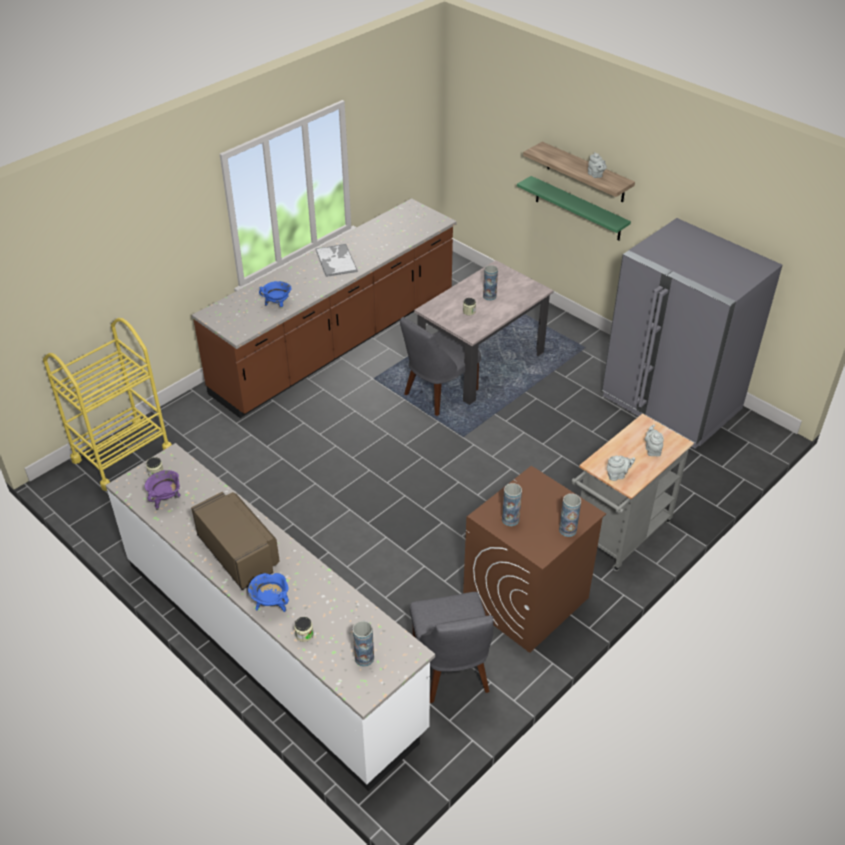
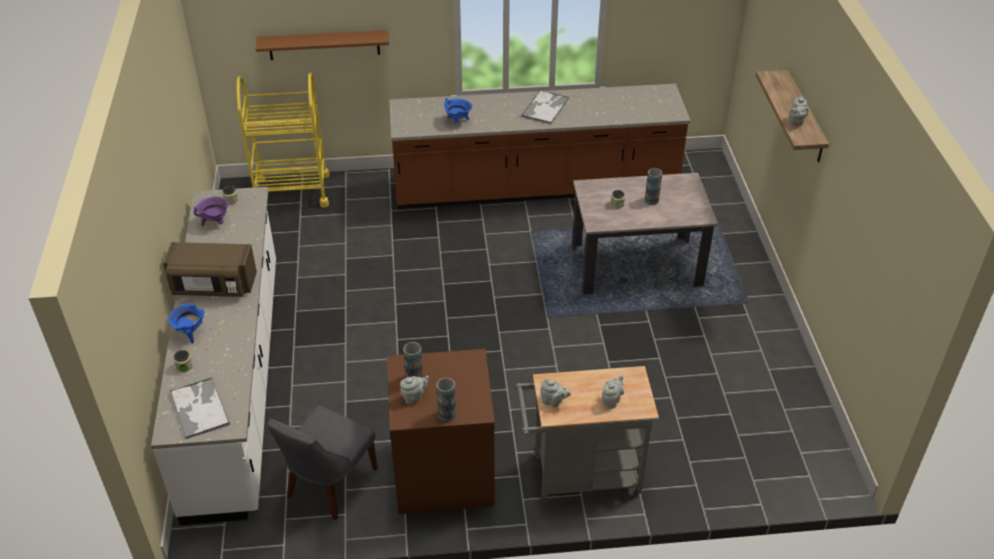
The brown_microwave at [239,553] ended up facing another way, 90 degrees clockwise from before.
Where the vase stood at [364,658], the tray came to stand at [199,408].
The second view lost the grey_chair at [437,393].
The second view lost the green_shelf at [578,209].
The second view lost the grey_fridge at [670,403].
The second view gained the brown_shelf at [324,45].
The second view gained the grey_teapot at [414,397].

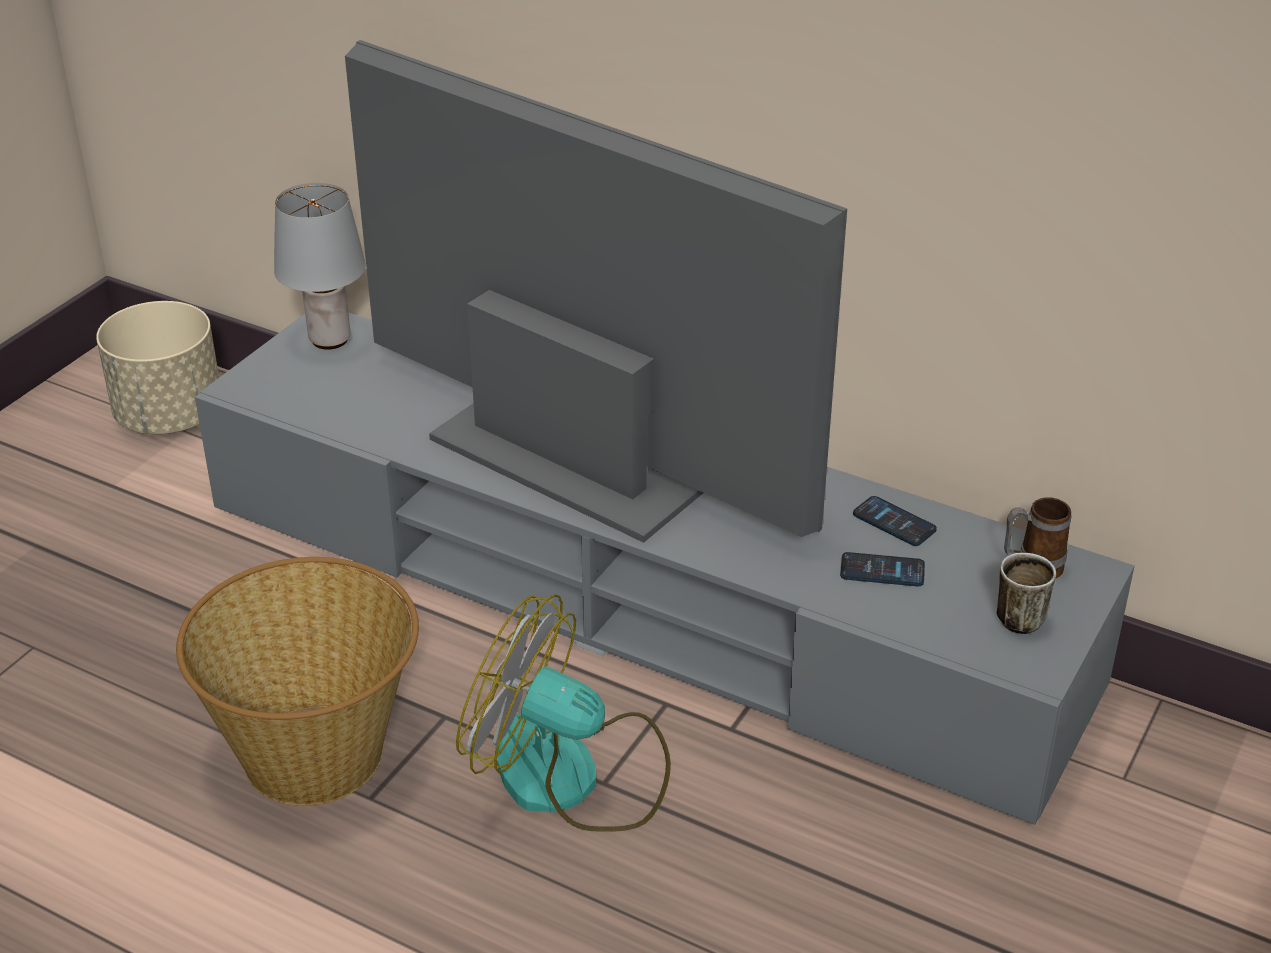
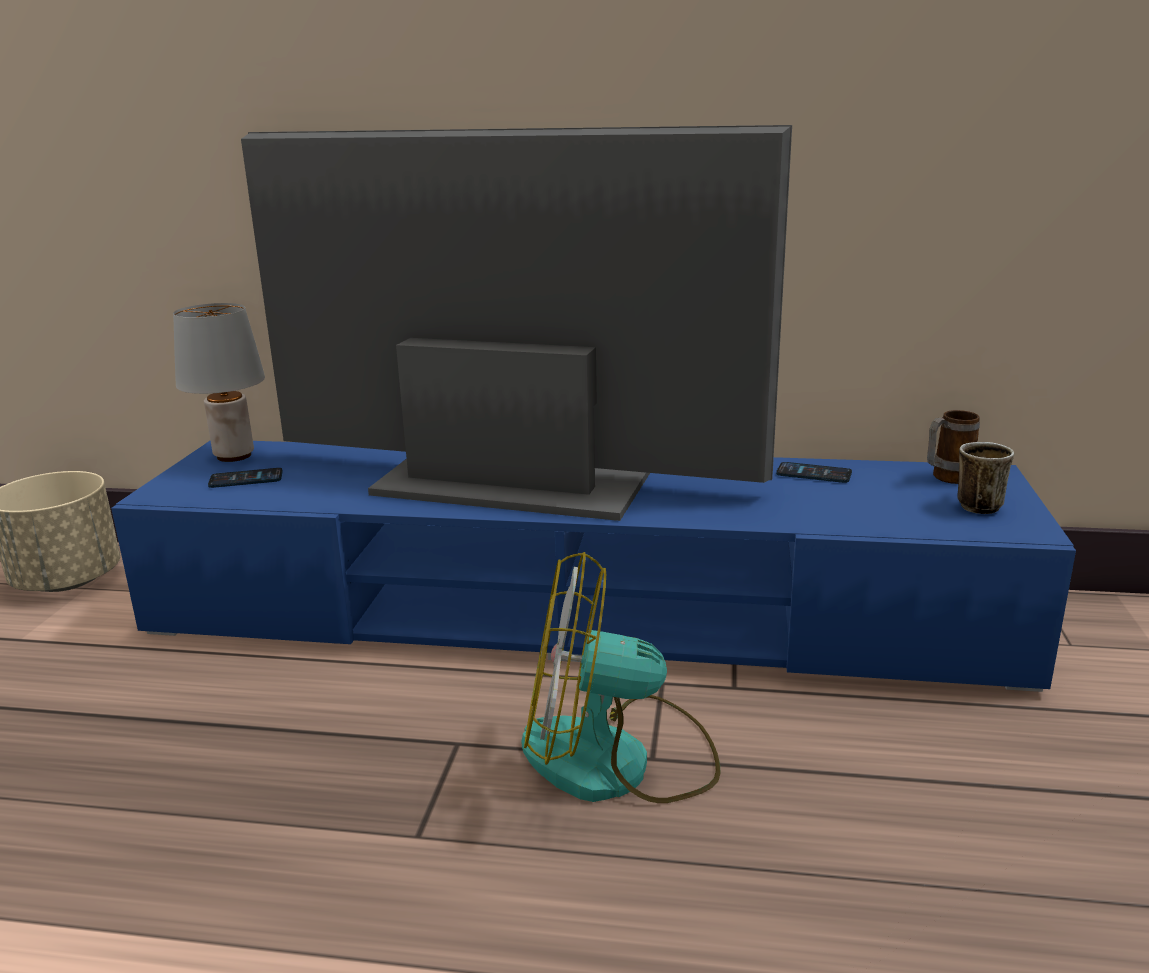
The second view lost the basket at [316,753].
What was the grey_tv_stand at [637,597] turned into the blue_tv_stand at [579,615].
The phone ended up elsewhere, having gone from [882,571] to [246,479].

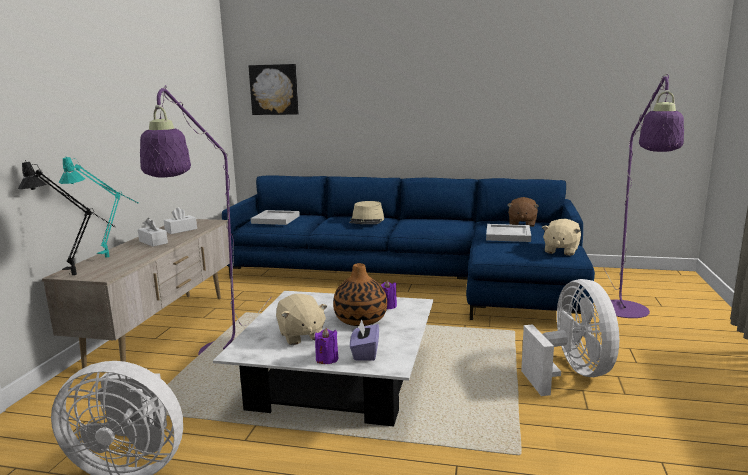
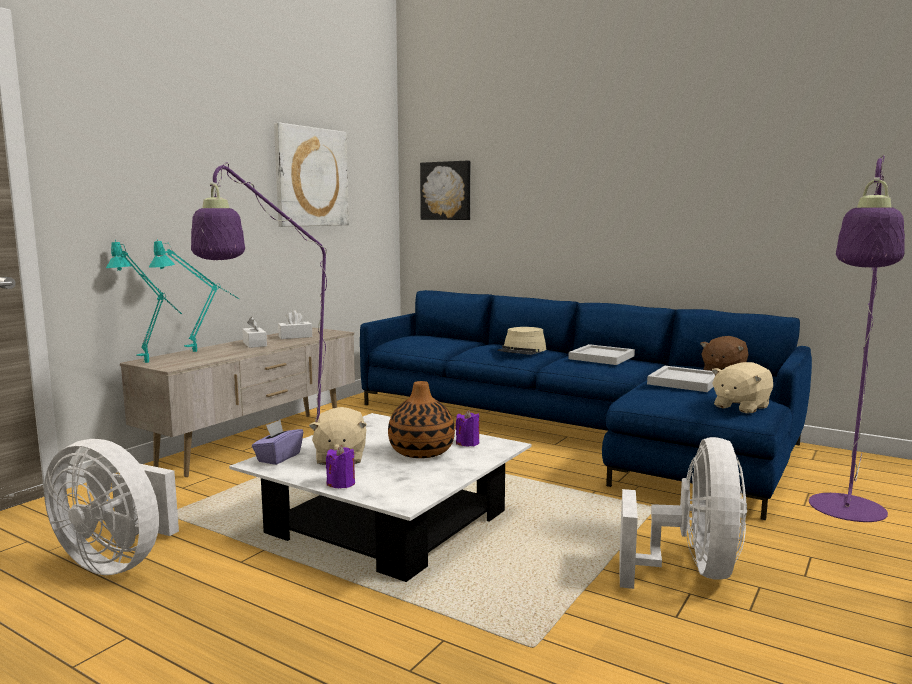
What was the black_table_lamp at [80,276] turned into the turquoise_table_lamp at [151,365].
The white_tray ended up elsewhere, having gone from [275,219] to [600,357].
The purple_tissue_box ended up elsewhere, having gone from [365,353] to [278,458].
The second view gained the picture at [311,177].

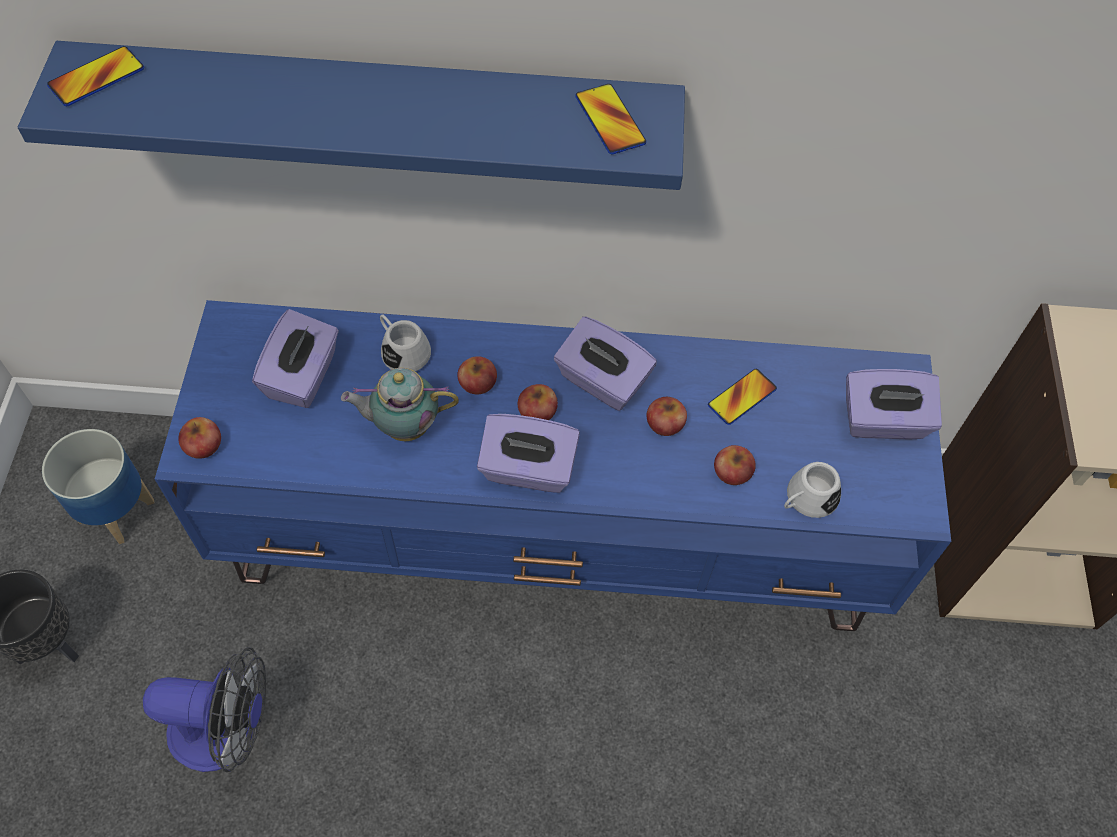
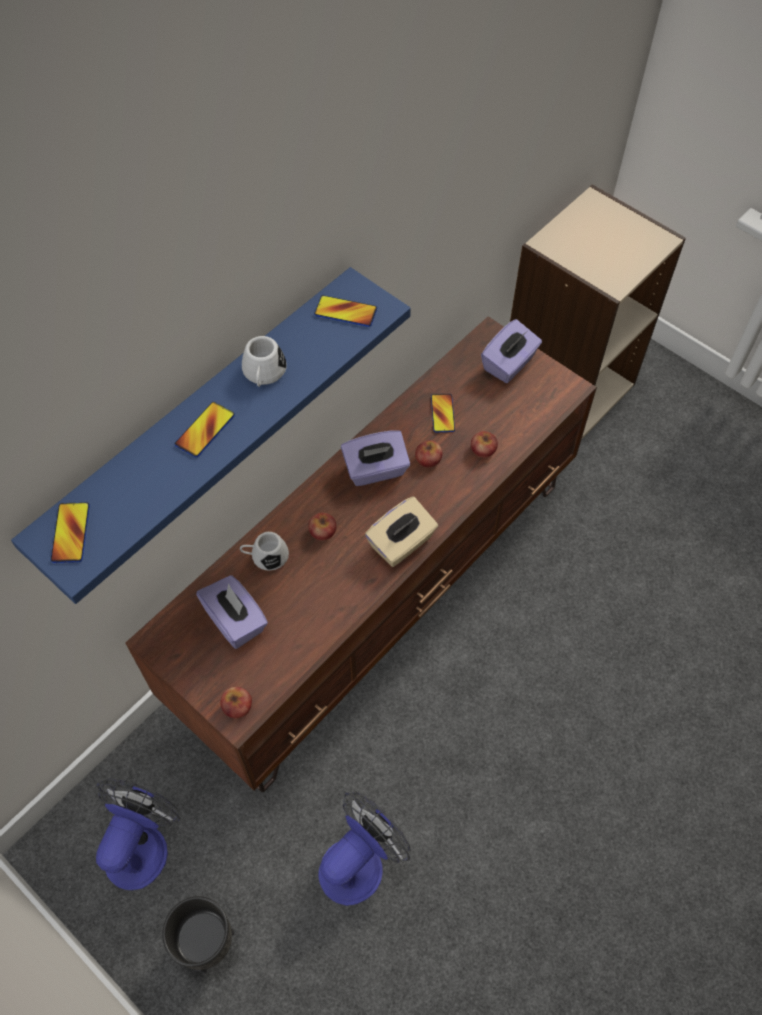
Where the planter stood at [116,511], the fan came to stand at [141,843].
What was the blue_tv_stand at [555,536] turned into the brown_tv_stand at [380,592].
The second view lost the teapot at [403,426].
What was the purple_tissue_box at [527,469] turned into the beige_tissue_box at [401,543].
The second view lost the apple at [537,411].
The white_mug ended up elsewhere, having gone from [806,500] to [263,374].
The second view gained the phone at [205,430].

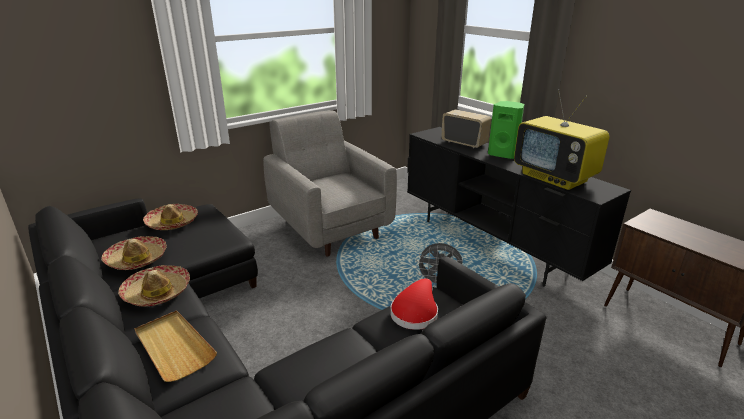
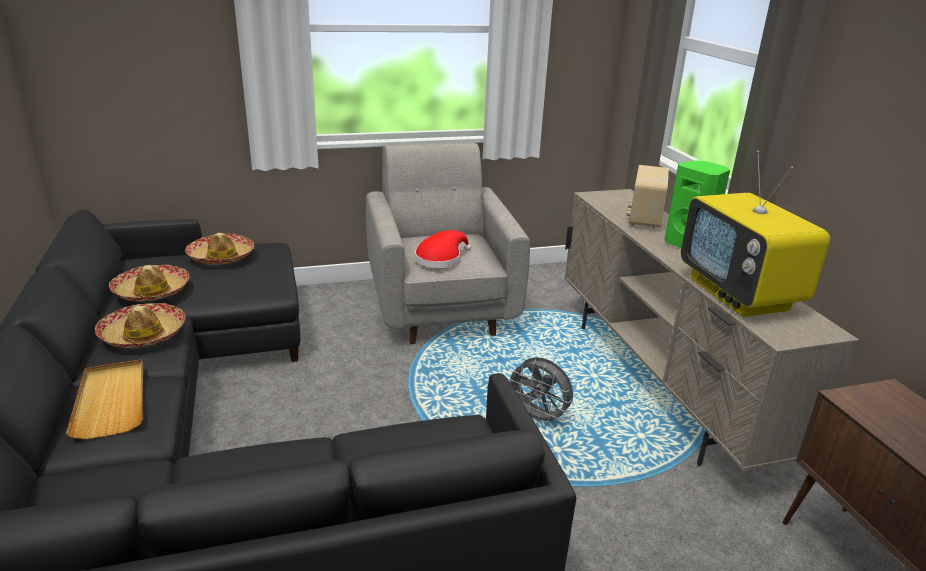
The red_hat ended up elsewhere, having gone from [415,312] to [440,259].
What was the black_tv_stand at [493,245] turned into the beige_tv_stand at [660,384].
The radio at [464,143] ended up facing another way, 135 degrees counterclockwise from before.

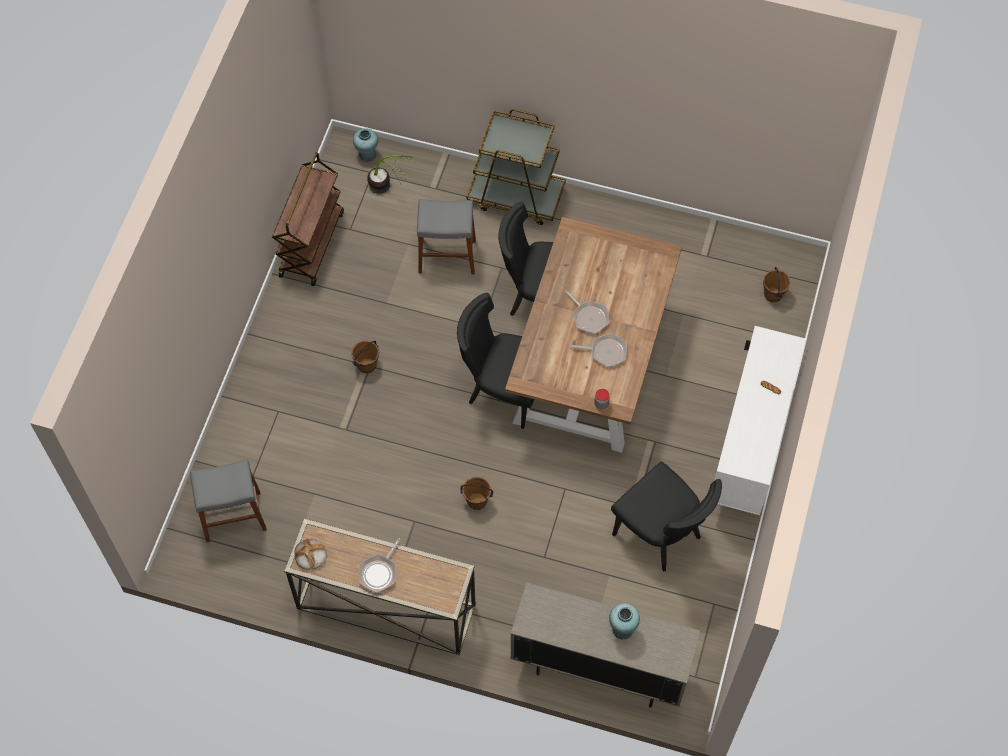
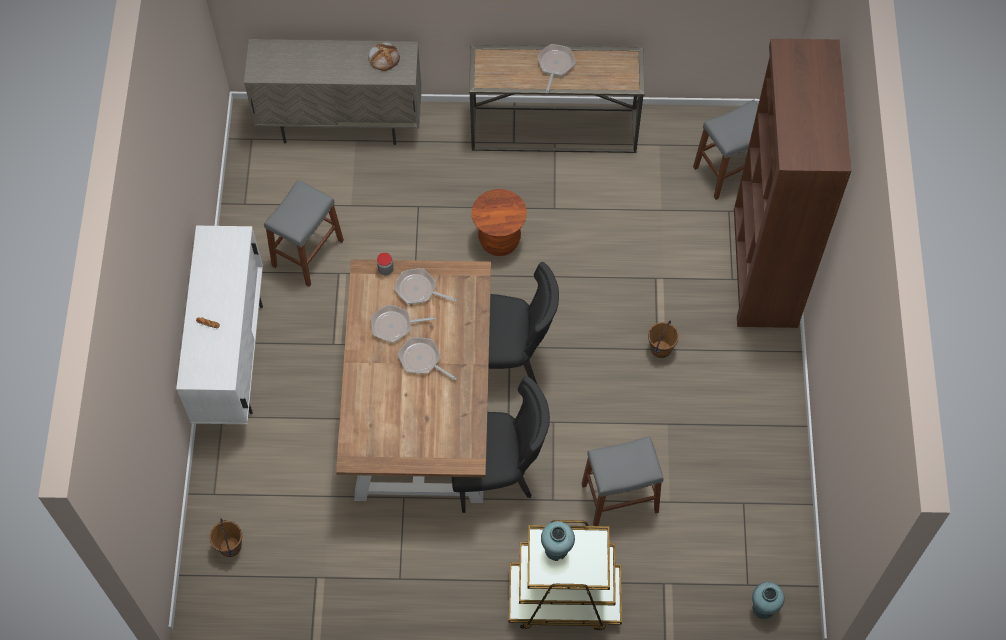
The second view lost the brown_cart at [311,243].
The bread ended up elsewhere, having gone from [310,555] to [384,57].
The second view lost the potted_plant at [390,190].
Where the brown_bucket stood at [477,501], the brown_stool came to stand at [499,241].
The turquoise_vase ended up elsewhere, having gone from [622,629] to [556,549].
Where the black_chair stood at [661,535], the grey_stool came to stand at [308,253].
The second view gained the frying_pan at [419,290].
The second view gained the brown_bookcase at [763,268].

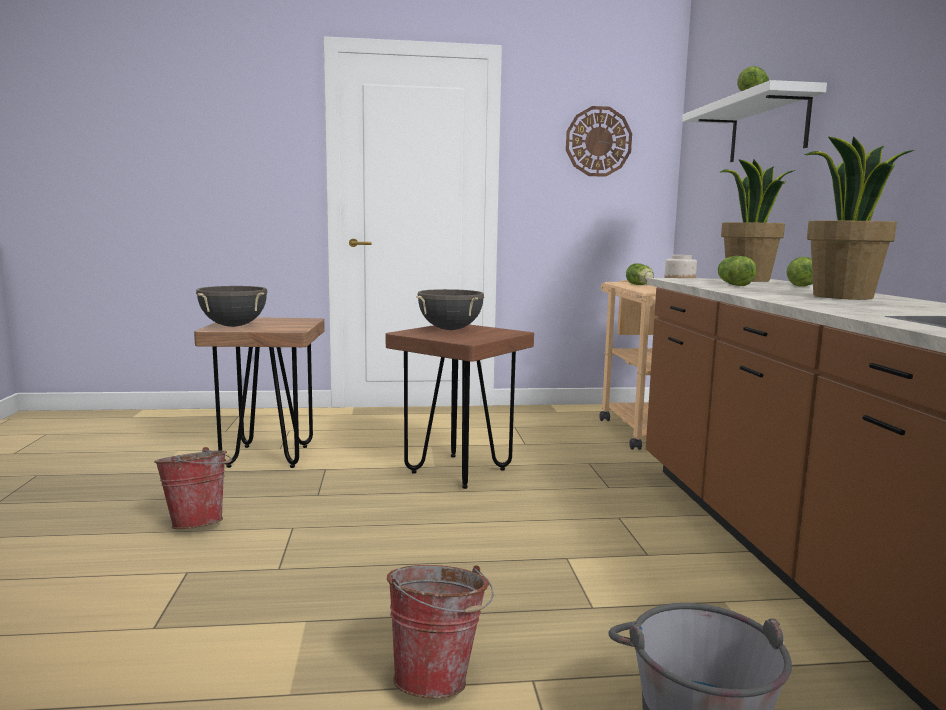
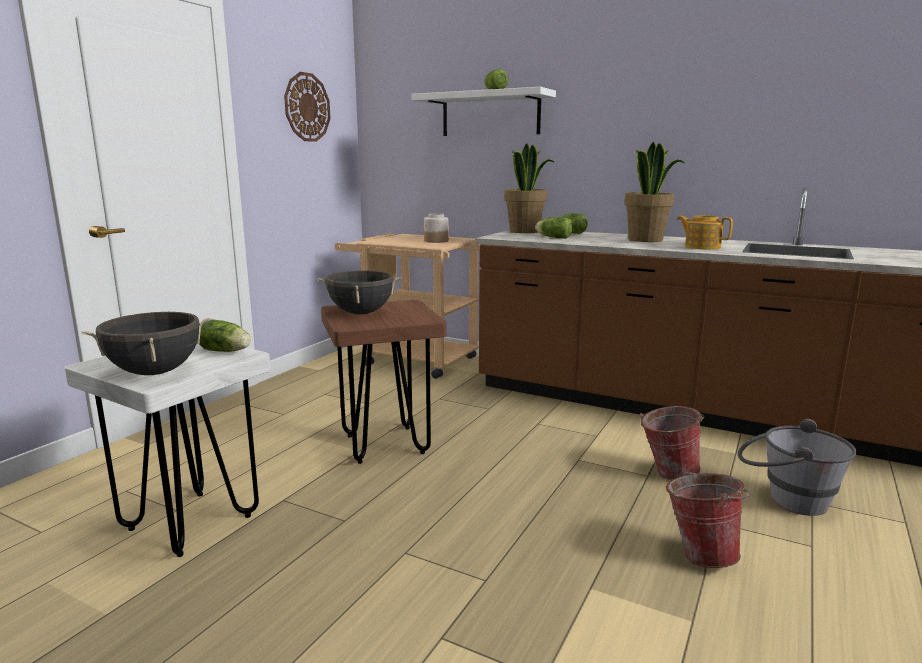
The bucket ended up elsewhere, having gone from [198,522] to [666,473].
What was the brown_stool at [268,456] turned into the white_stool at [191,522].
The lettuce ended up elsewhere, having gone from [640,285] to [226,351].
The second view gained the teapot at [701,247].

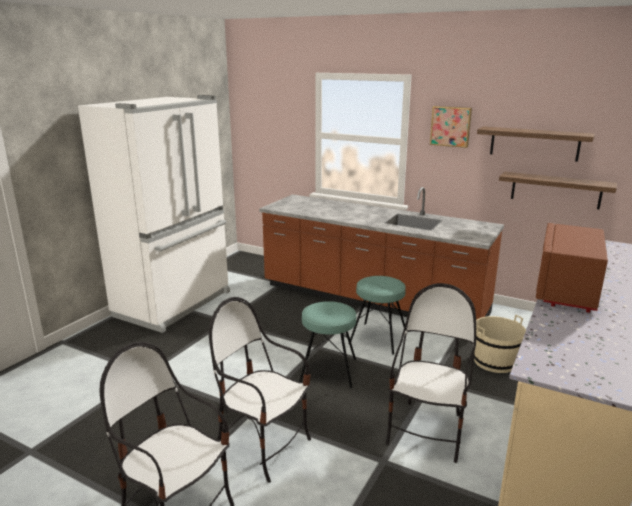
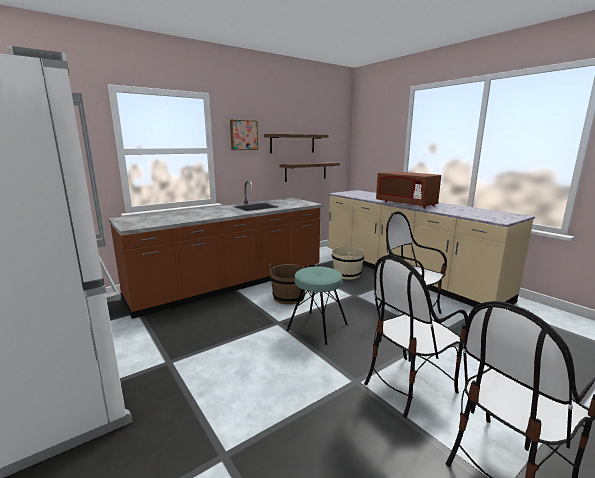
Where the turquoise_stool stood at [378,338], the brown_bucket came to stand at [289,297].

